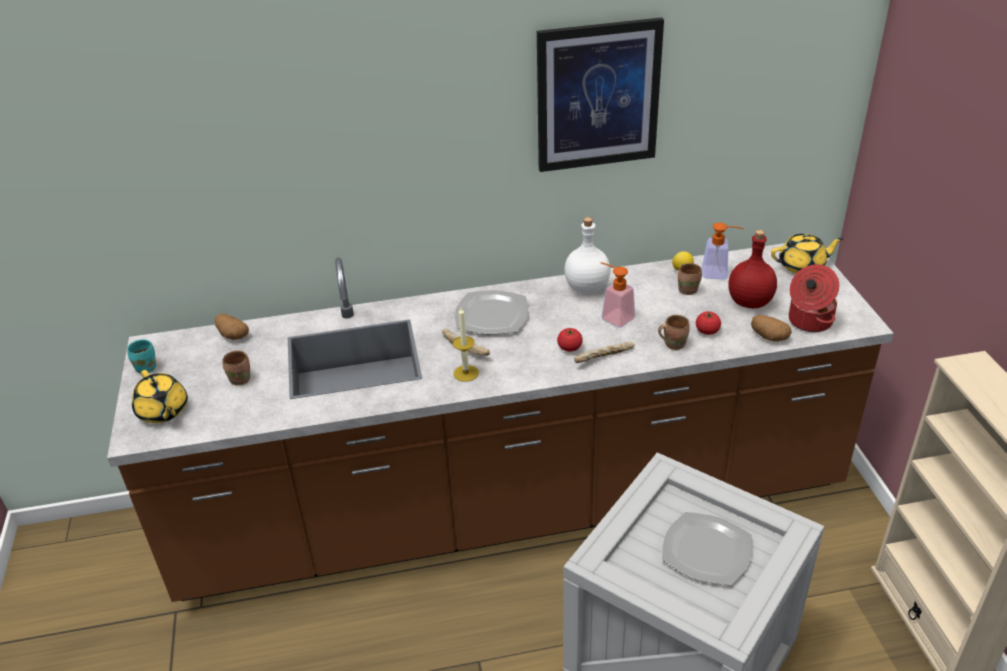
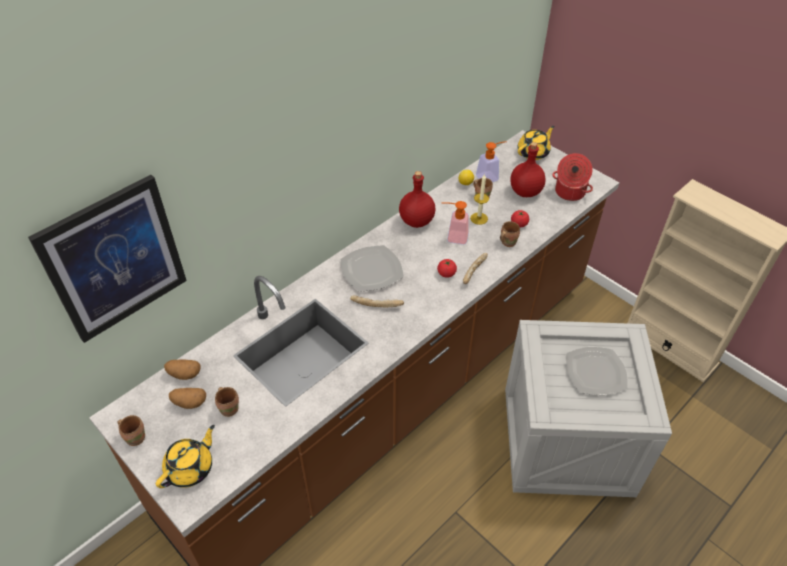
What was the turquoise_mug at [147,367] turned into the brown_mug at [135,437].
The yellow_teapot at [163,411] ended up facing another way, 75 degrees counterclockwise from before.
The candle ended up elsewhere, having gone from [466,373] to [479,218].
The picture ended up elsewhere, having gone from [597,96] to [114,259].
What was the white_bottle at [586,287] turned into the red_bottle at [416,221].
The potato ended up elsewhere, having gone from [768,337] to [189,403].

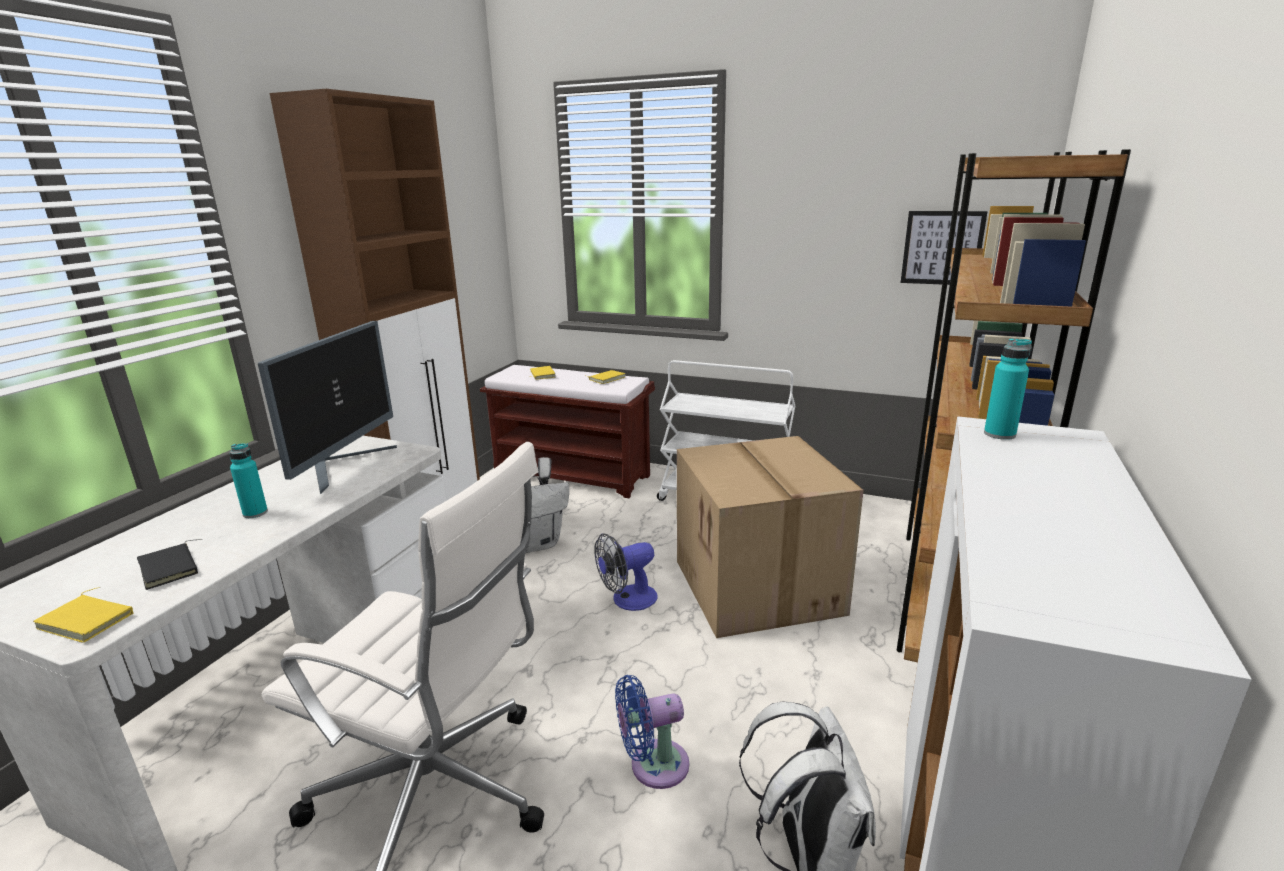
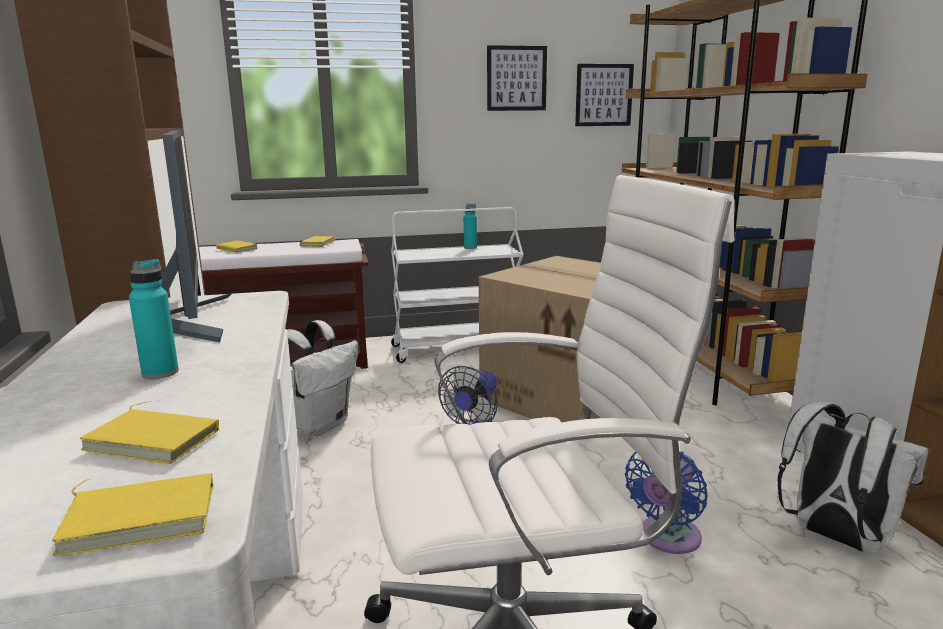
What was the black_book at [171,568] turned into the yellow_book at [156,439].
The turquoise_bottle ended up elsewhere, having gone from [999,434] to [470,247].
The second view gained the picture at [516,78].

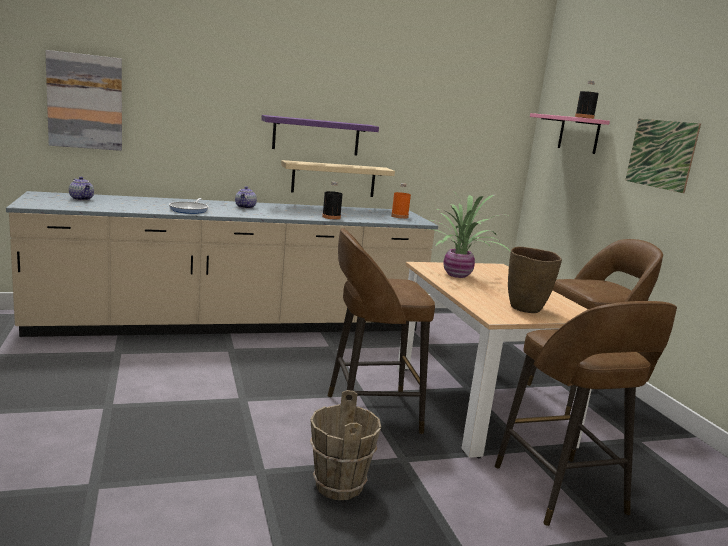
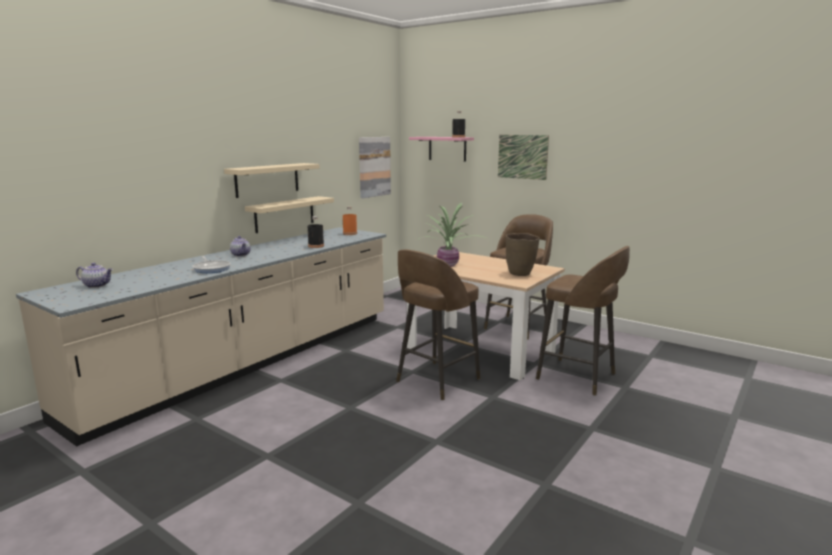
The picture ended up elsewhere, having gone from [85,101] to [374,166].
What was the purple_shelf at [316,136] turned into the beige_shelf at [267,179].
The second view lost the brown_bucket at [338,485].

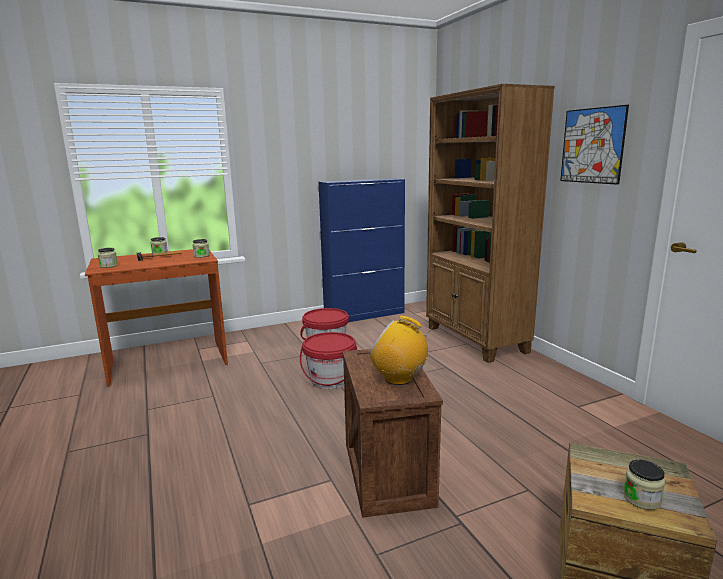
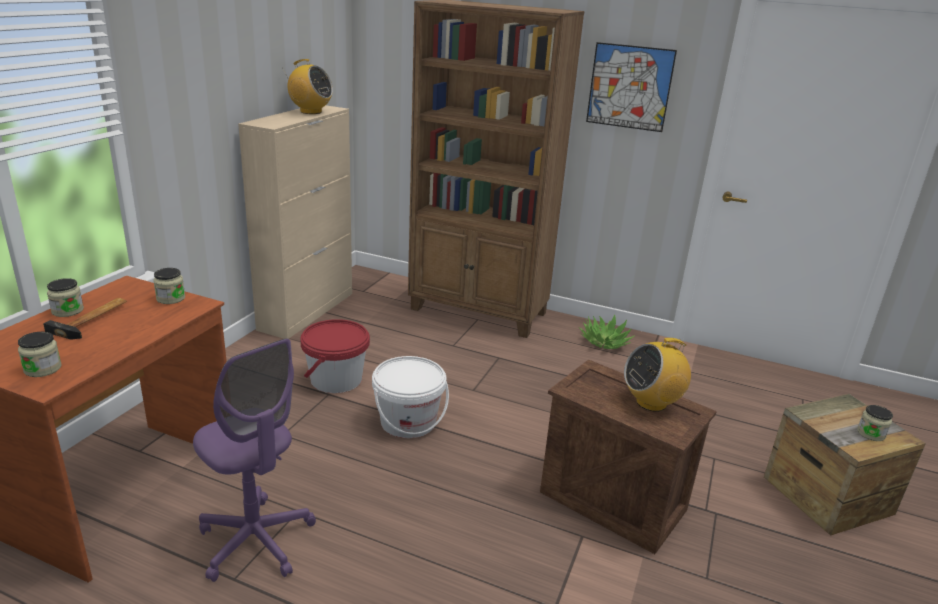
What was the red_bucket at [330,379] turned into the white_bucket at [408,422].
What was the blue_cabinet at [365,315] turned into the beige_cabinet at [307,311].
The second view gained the purple_office_chair at [256,541].
The second view gained the radio at [310,112].
The second view gained the potted_plant at [605,342].

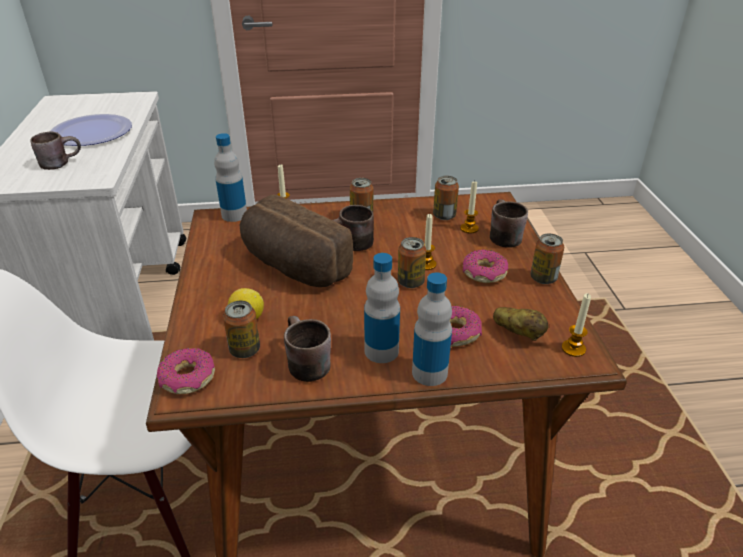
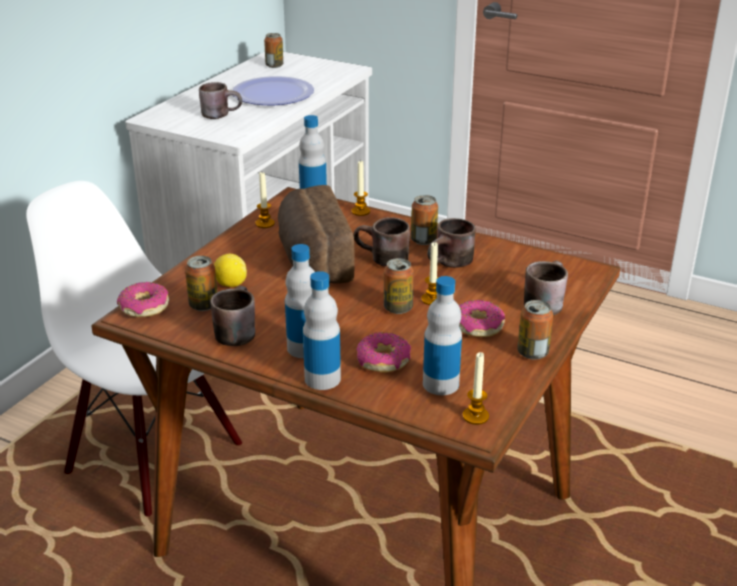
The can ended up elsewhere, having gone from [444,216] to [274,65].
The candle ended up elsewhere, having gone from [469,228] to [265,223].
Where the potato stood at [518,333], the bottle came to stand at [440,384].
The second view gained the brown_mug at [451,264].

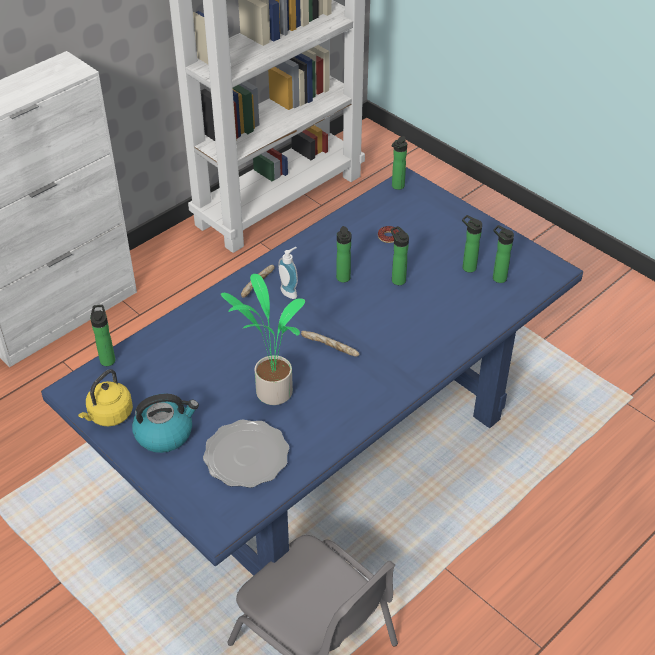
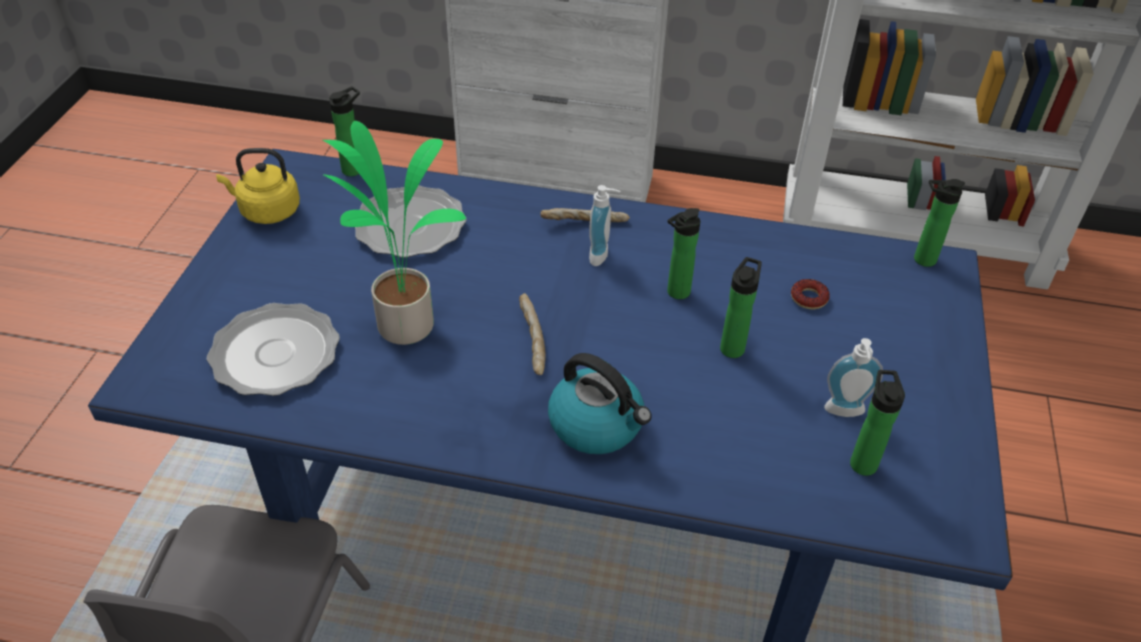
The kettle ended up elsewhere, having gone from [165,433] to [597,425].
Where the bottle stood at [467,267], the soap_dispenser came to stand at [845,413].
The second view gained the plate at [410,225].

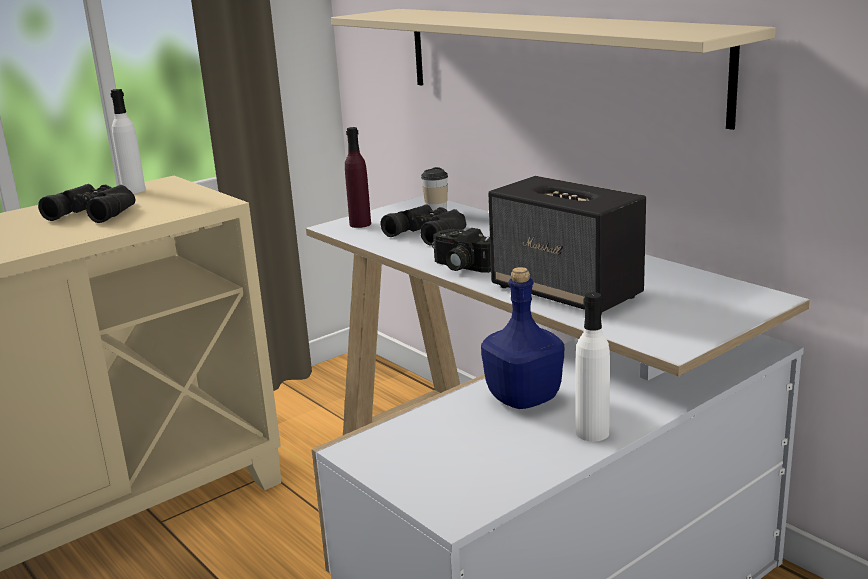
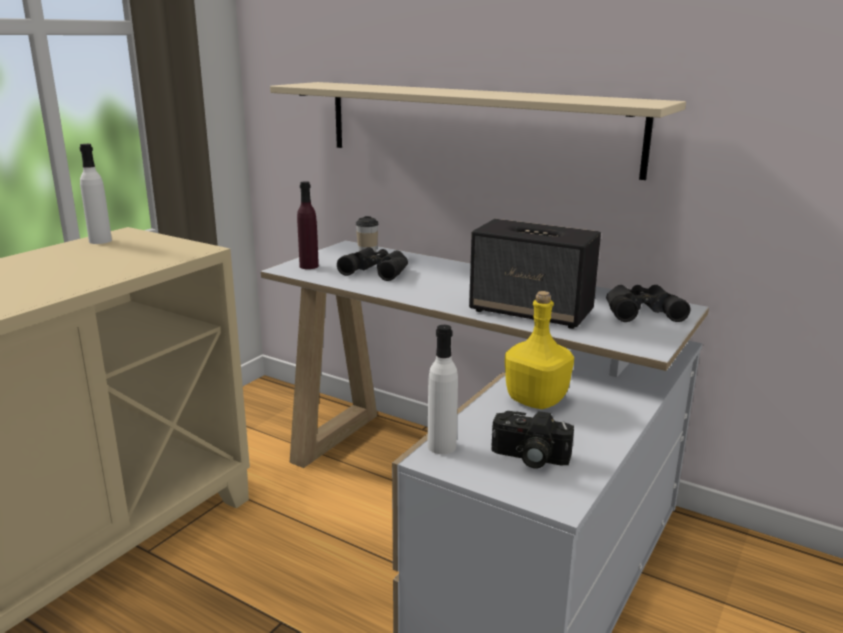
The black_binoculars ended up elsewhere, having gone from [97,212] to [640,310].
The photo_camera ended up elsewhere, having gone from [460,267] to [529,458].
What was the blue_bottle at [524,398] turned into the yellow_bottle at [536,400].
The white_bottle ended up elsewhere, having gone from [592,433] to [441,446].

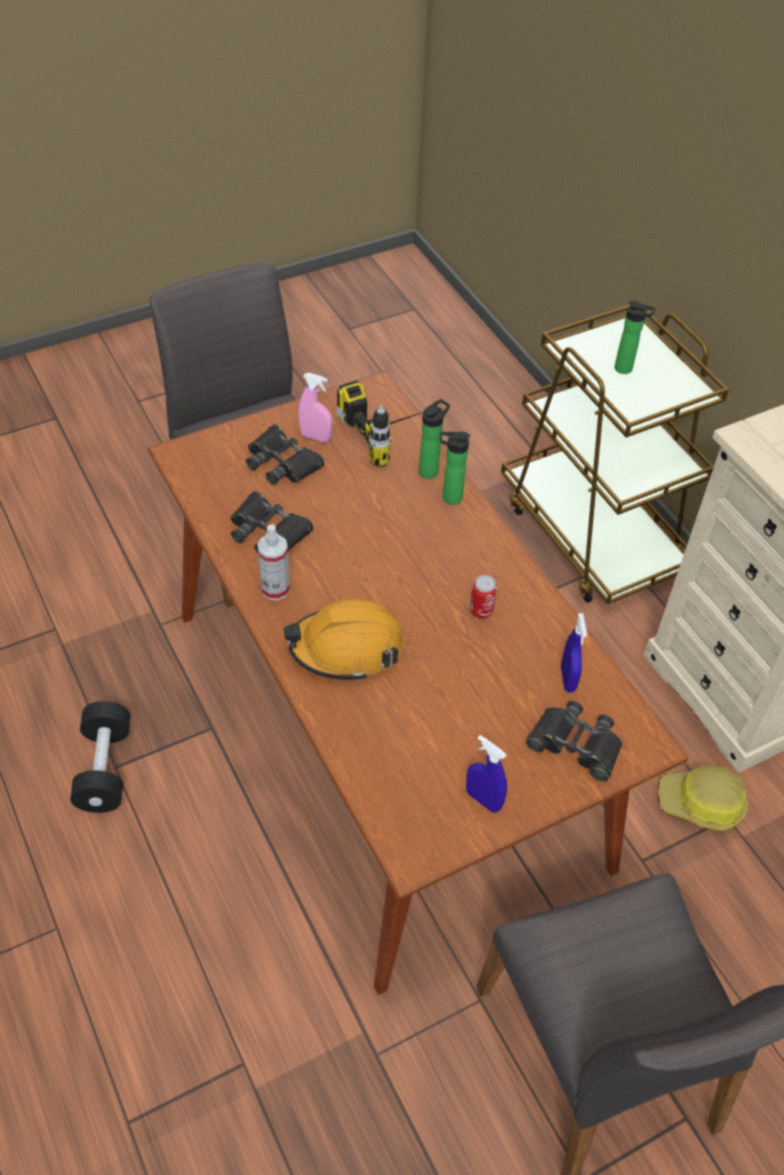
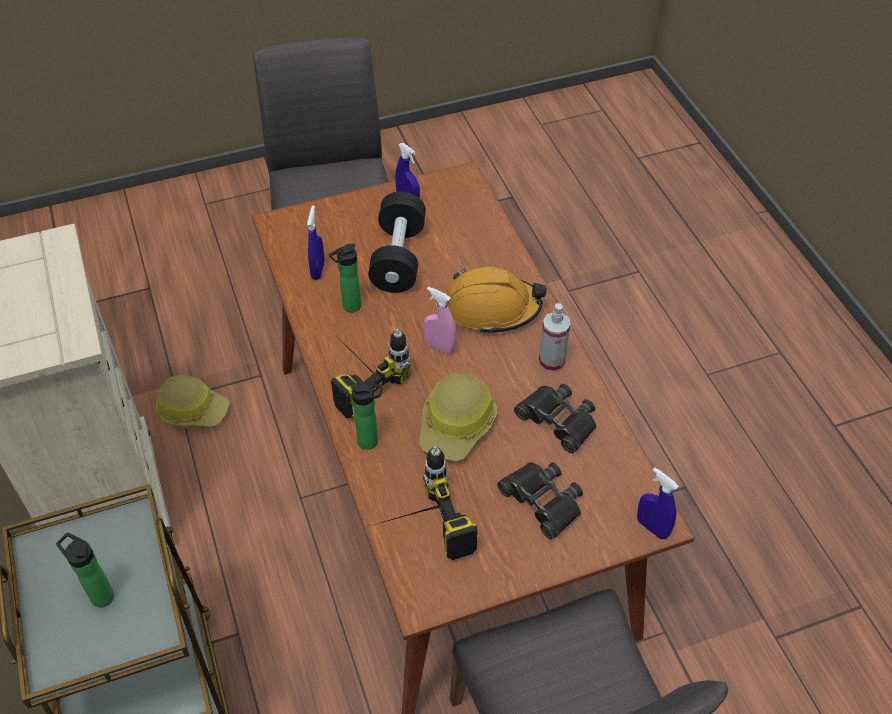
The black_dumbbell ended up elsewhere, having gone from [105,768] to [398,258].
The pink_spray_bottle ended up elsewhere, having gone from [315,437] to [440,347].
The bottle ended up elsewhere, having gone from [430,470] to [349,307].
The second view lost the can at [481,611].
The second view lost the black_binoculars at [575,744].
The second view gained the power_drill at [358,376].
The second view gained the hard_hat at [457,425].
The second view gained the blue_spray_bottle at [652,527].

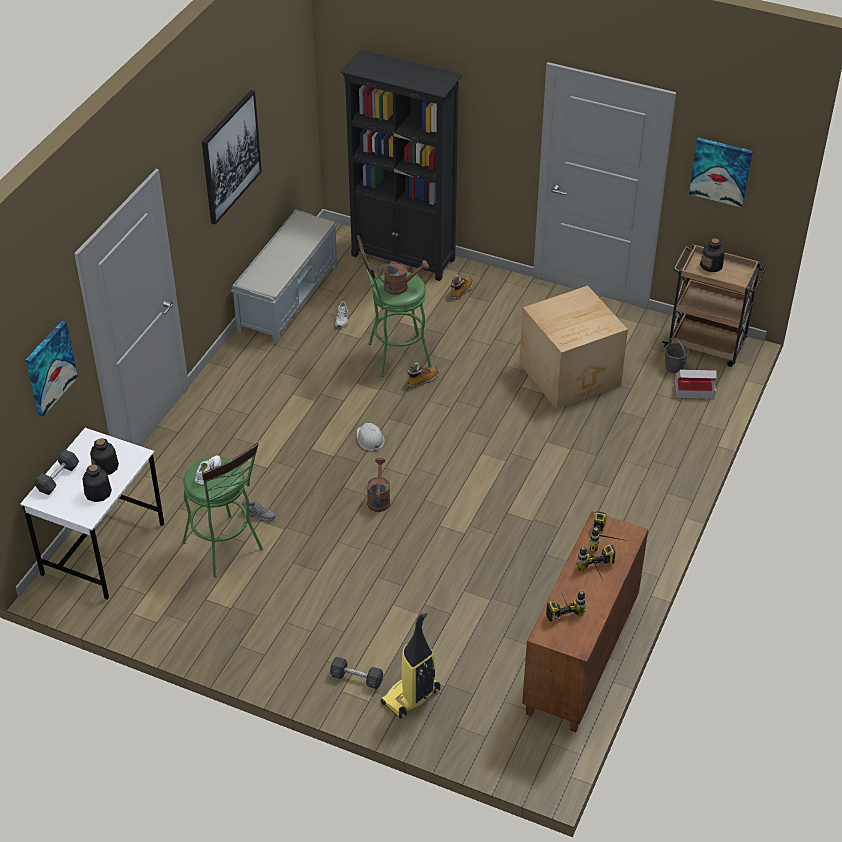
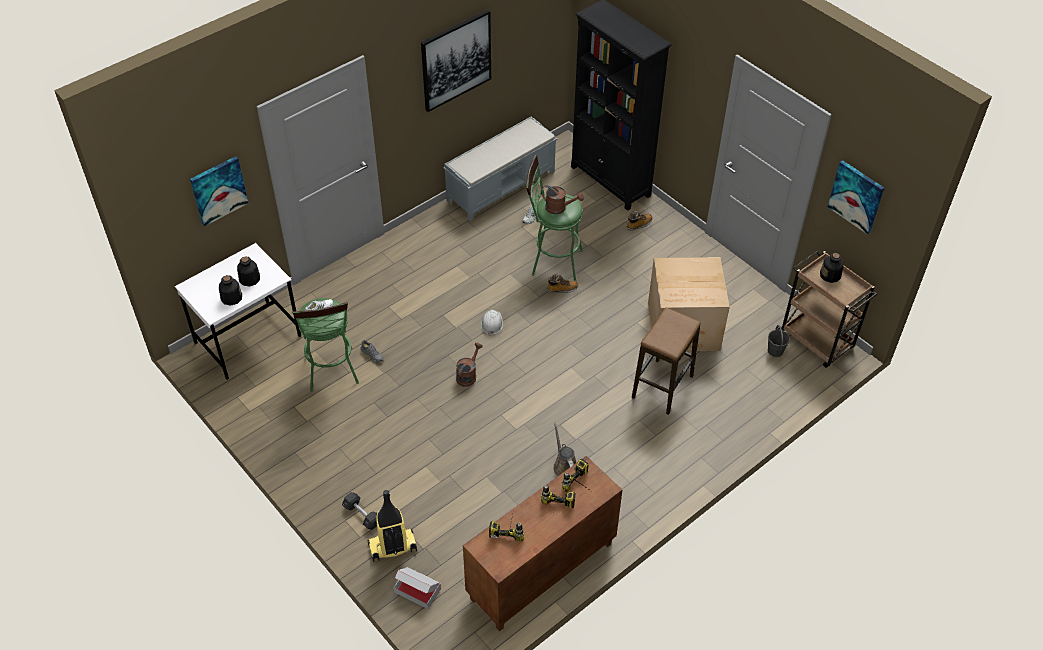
The second view lost the grey_dumbbell at [58,478].
The cardboard_box ended up elsewhere, having gone from [694,389] to [418,590].
The second view gained the brown_watering_can at [564,465].
The second view gained the stool at [662,387].

